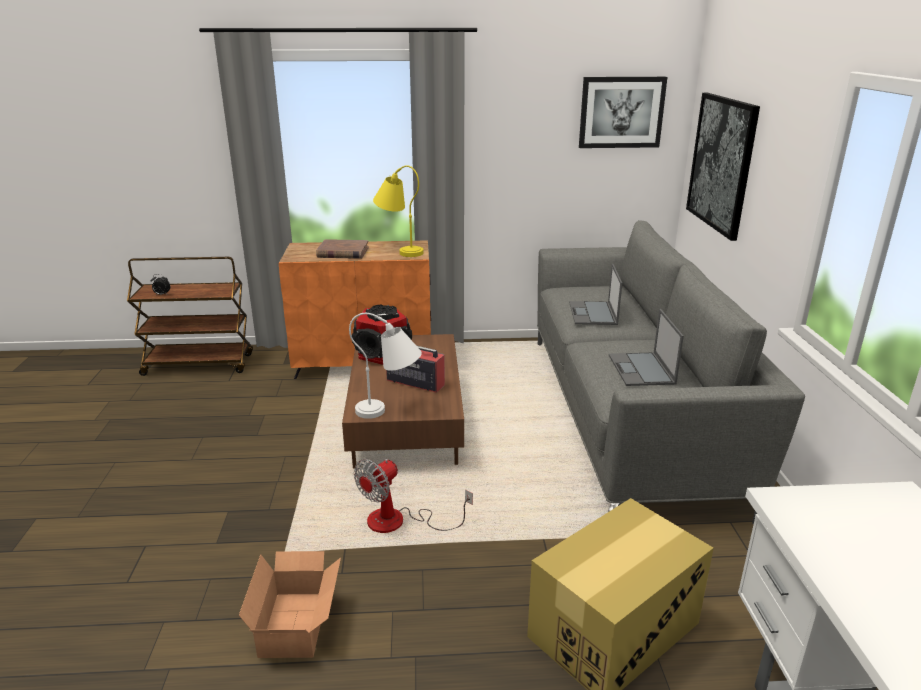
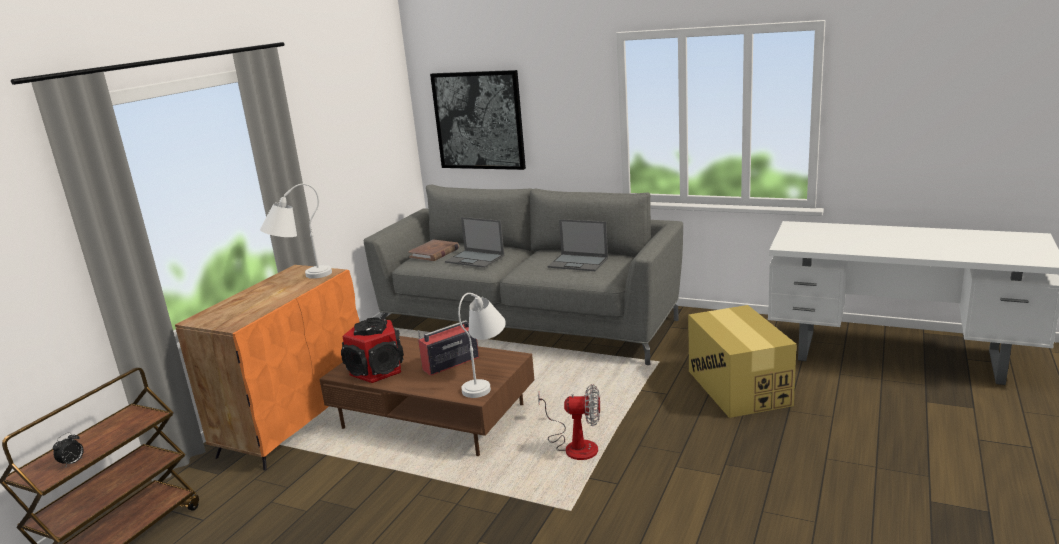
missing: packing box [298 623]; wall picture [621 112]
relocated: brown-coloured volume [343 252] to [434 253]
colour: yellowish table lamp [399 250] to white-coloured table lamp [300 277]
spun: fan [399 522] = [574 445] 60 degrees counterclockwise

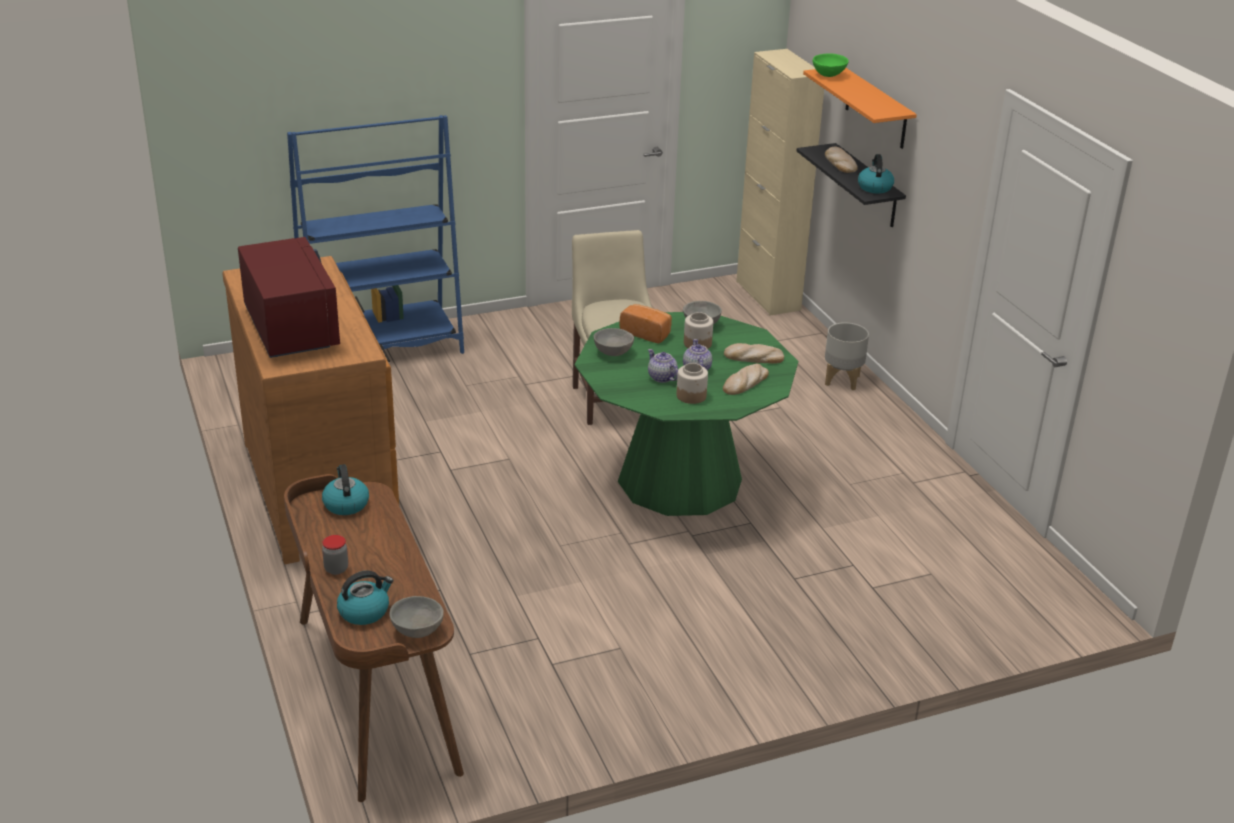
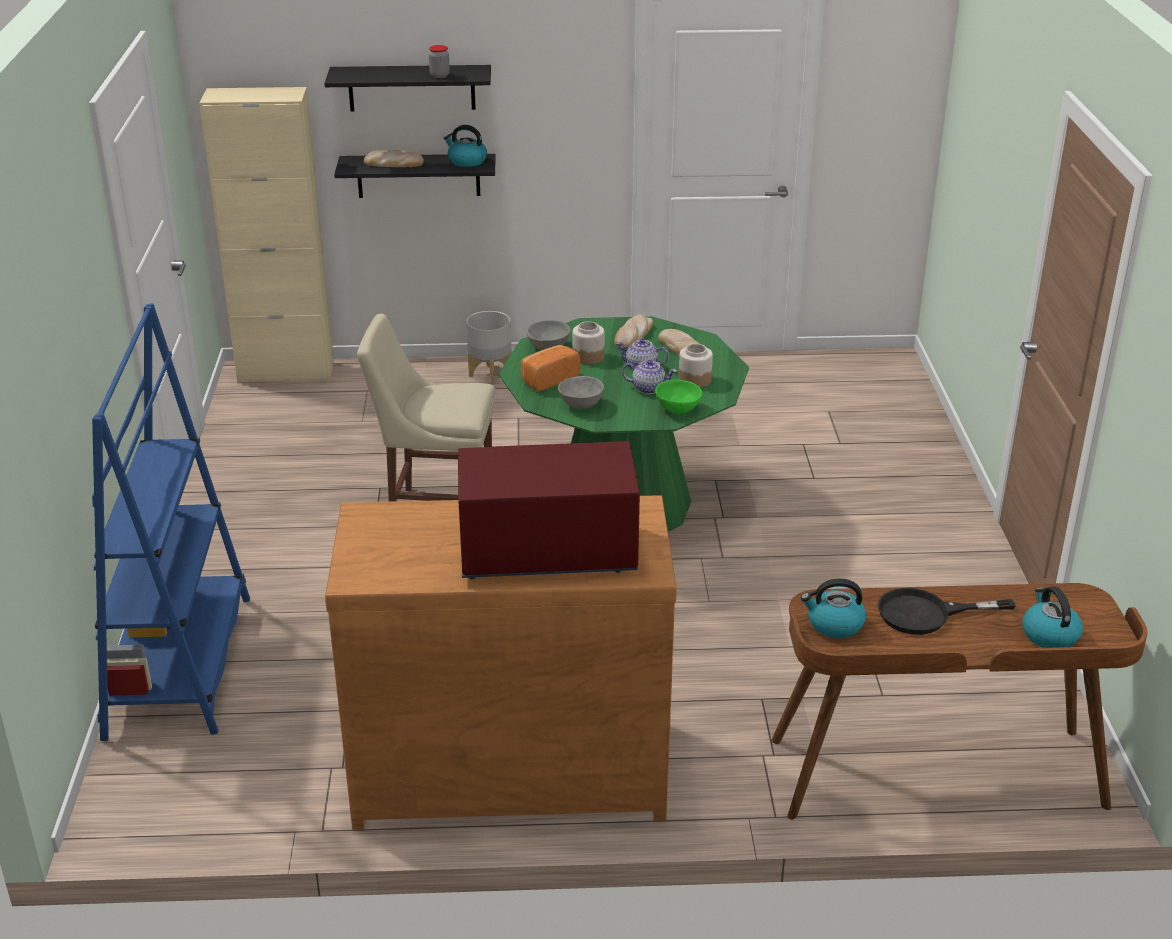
missing: greyish bowl [417 630]
appeared: black frying pan [926 614]
relocated: storage jar [336 569] to [439 76]; green bowl [829 75] to [678 409]
colour: orangey wall shelf [876 108] to black wall shelf [411 88]
spun: teapot [661 377] = [649 388] 150 degrees counterclockwise

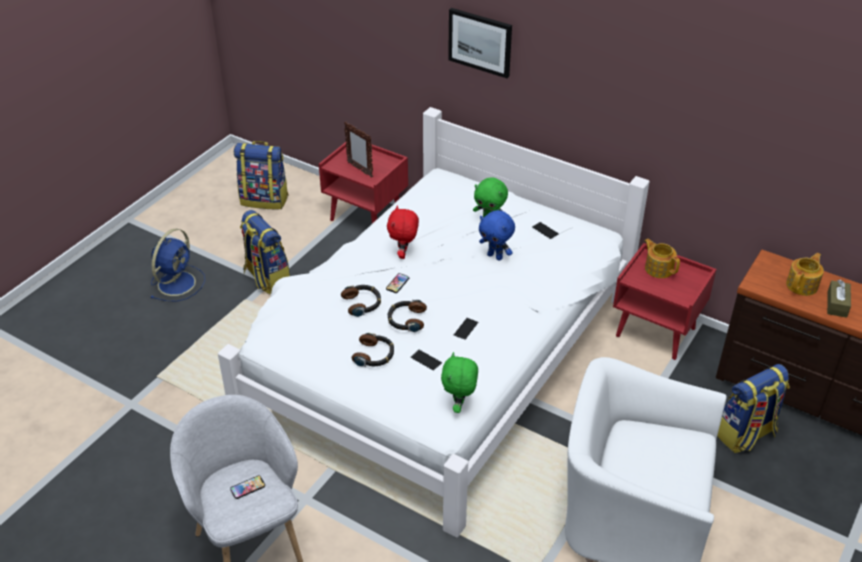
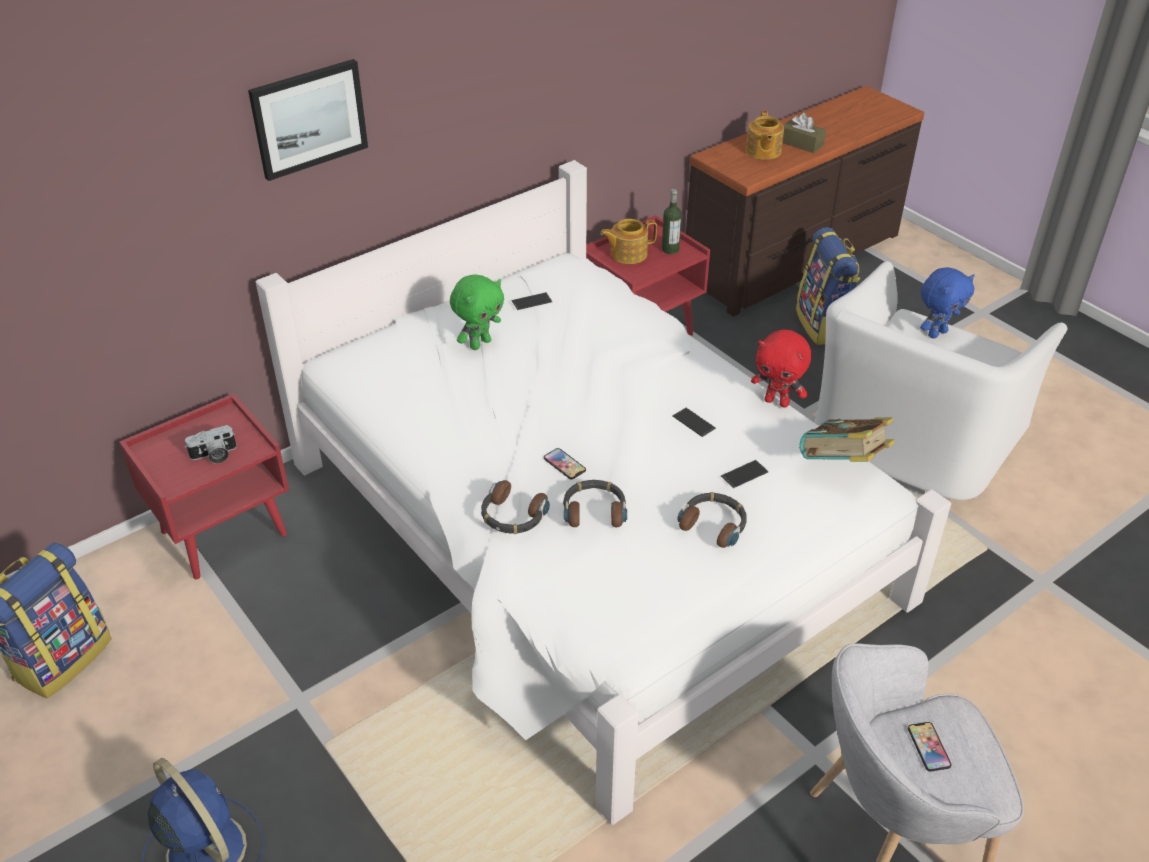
missing: backpack [266 278]
appeared: bottle [670 249]
relocated: red cuddly toy [404 254] to [777 402]; pair of headphones [406 319] to [512 516]; bluish cuddly toy [495 256] to [936 333]
exchanged: standing frame [360 169] to still camera [214 455]; green cuddly toy [459 406] to volume [842 466]
spun: teapot [802 285] = [763 151] 150 degrees counterclockwise

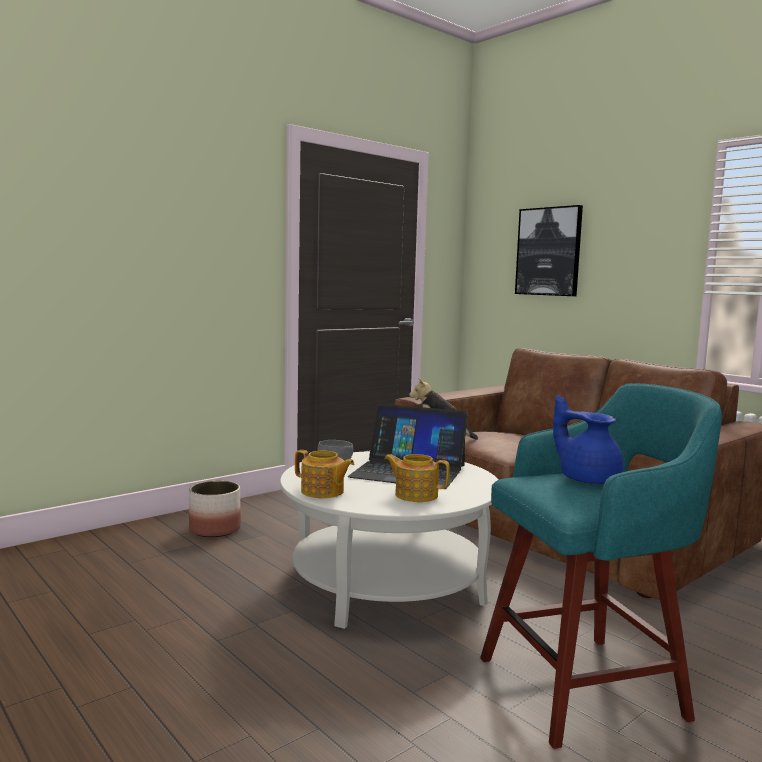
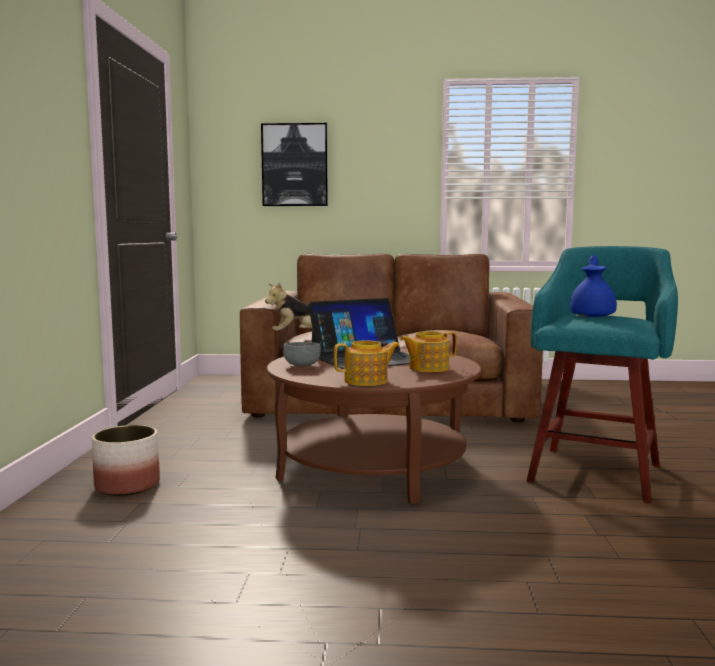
colour: white-coloured coffee table [387 582] to brown-coloured coffee table [373 466]
spun: bluish teapot [587 479] = [593 316] 105 degrees clockwise

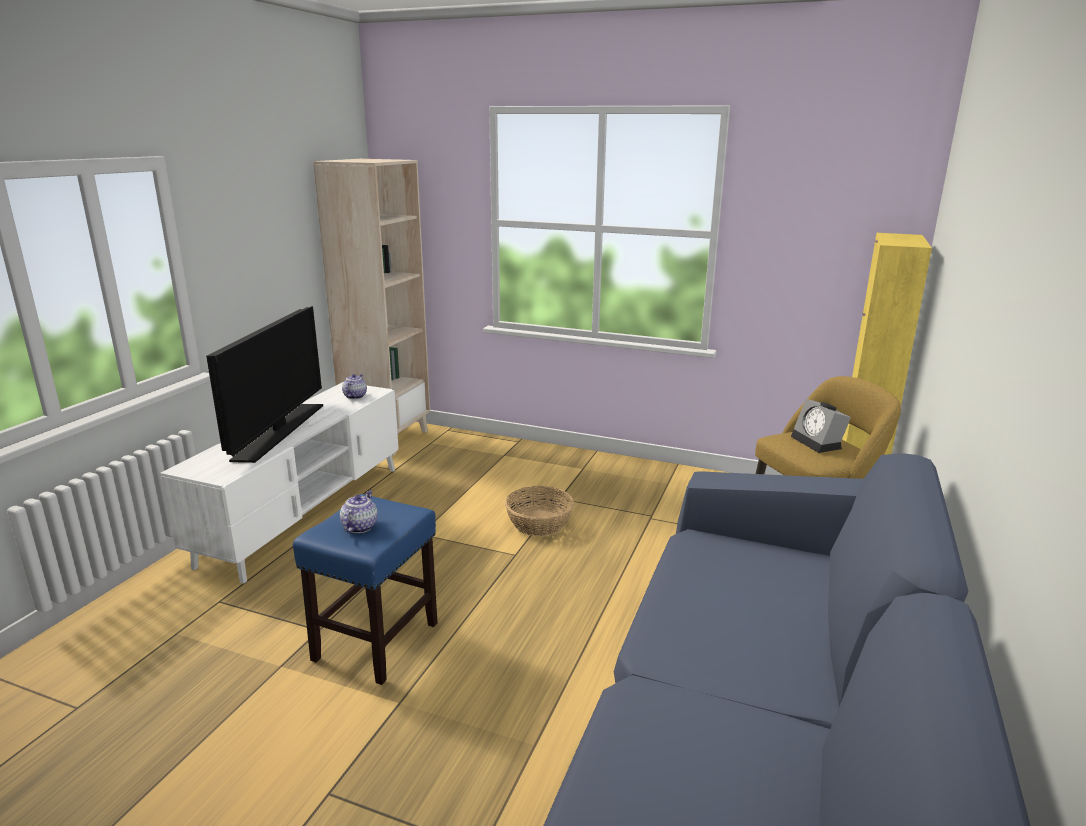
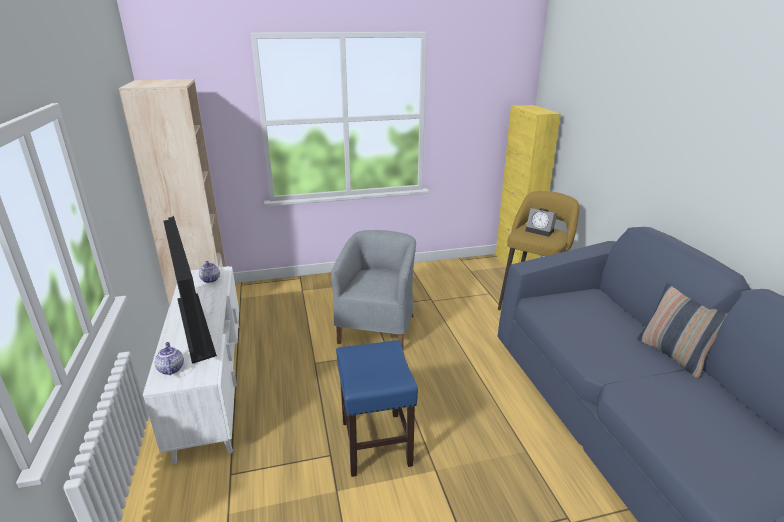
appeared: cushion [673 355]
relocated: teapot [359 526] to [171 369]
exchanged: storage basket [539 523] to greyish armchair [378 327]

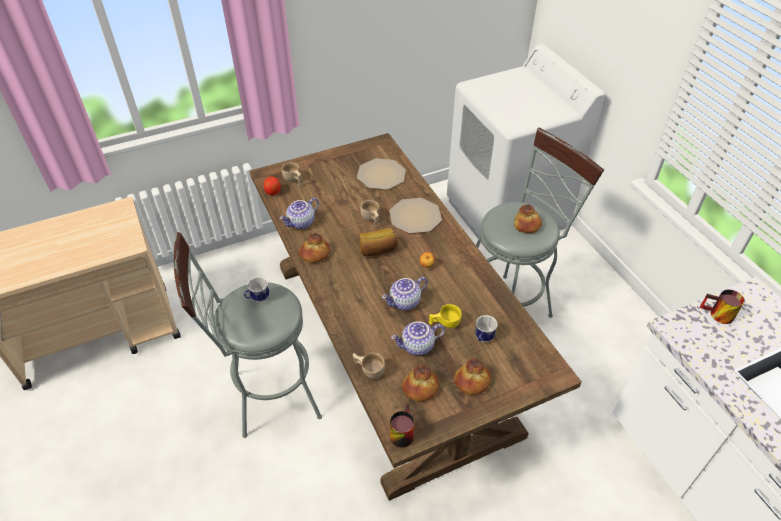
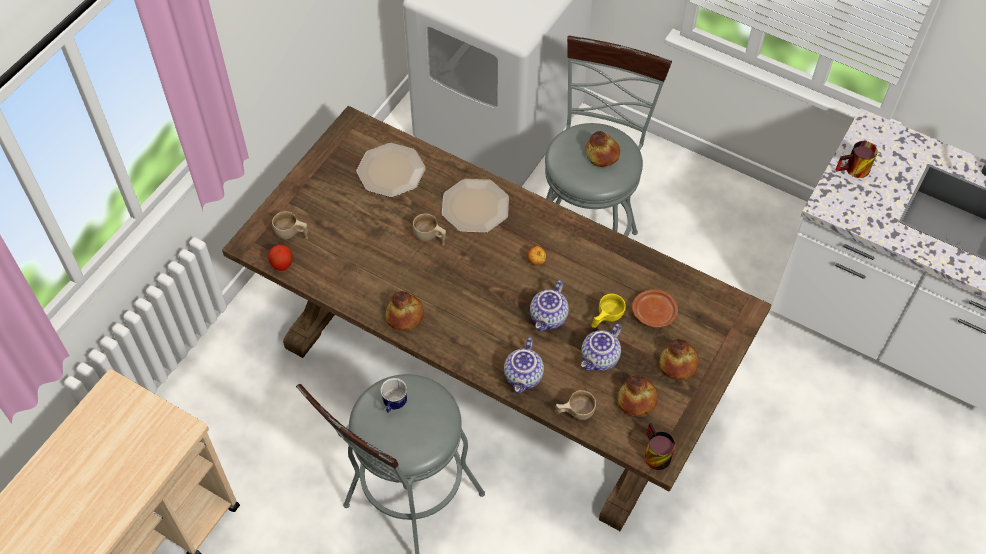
missing: bakery bread [378 250]
relocated: teapot [301 223] to [524 377]
exchanged: tea mug [483 339] to brown-coloured flat dish [654 313]

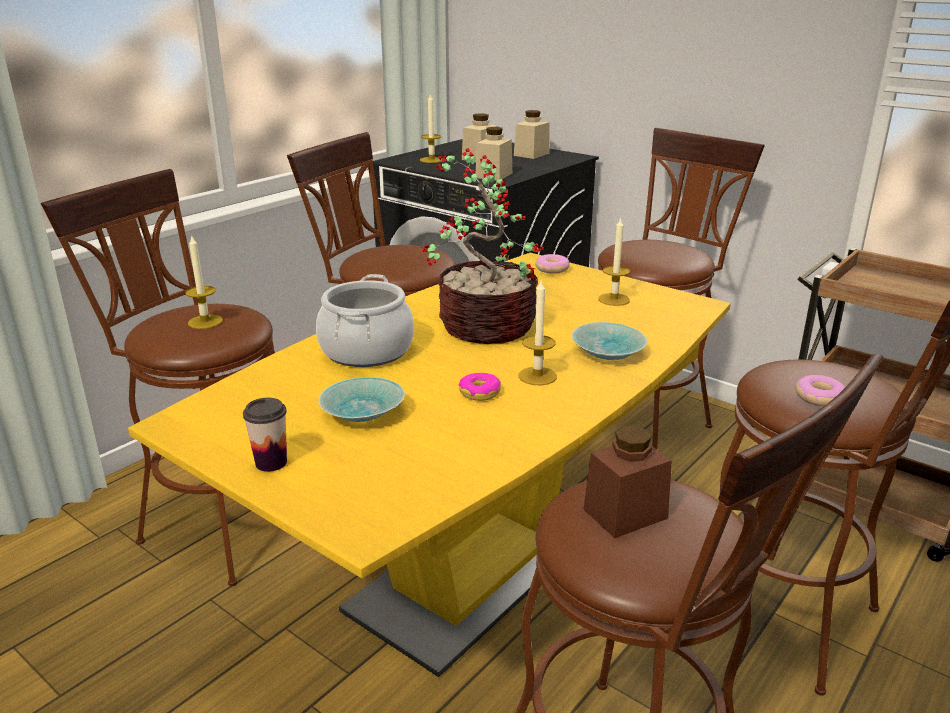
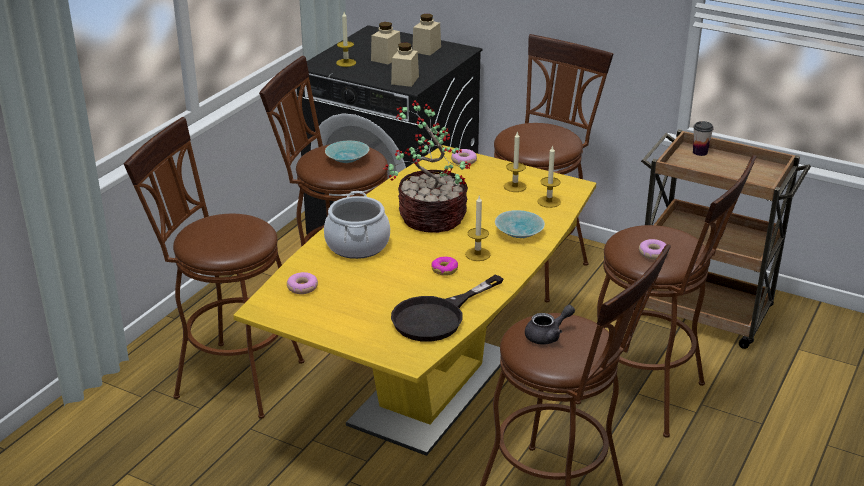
appeared: ring doughnut [302 287]; black frying pan [437 316]
relocated: candle [205 322] to [549 201]; cup [271 462] to [700 152]; turquoise bowl [360 414] to [346 159]
exchanged: brown-coloured storage jar [625 513] to greyish teapot [548 335]

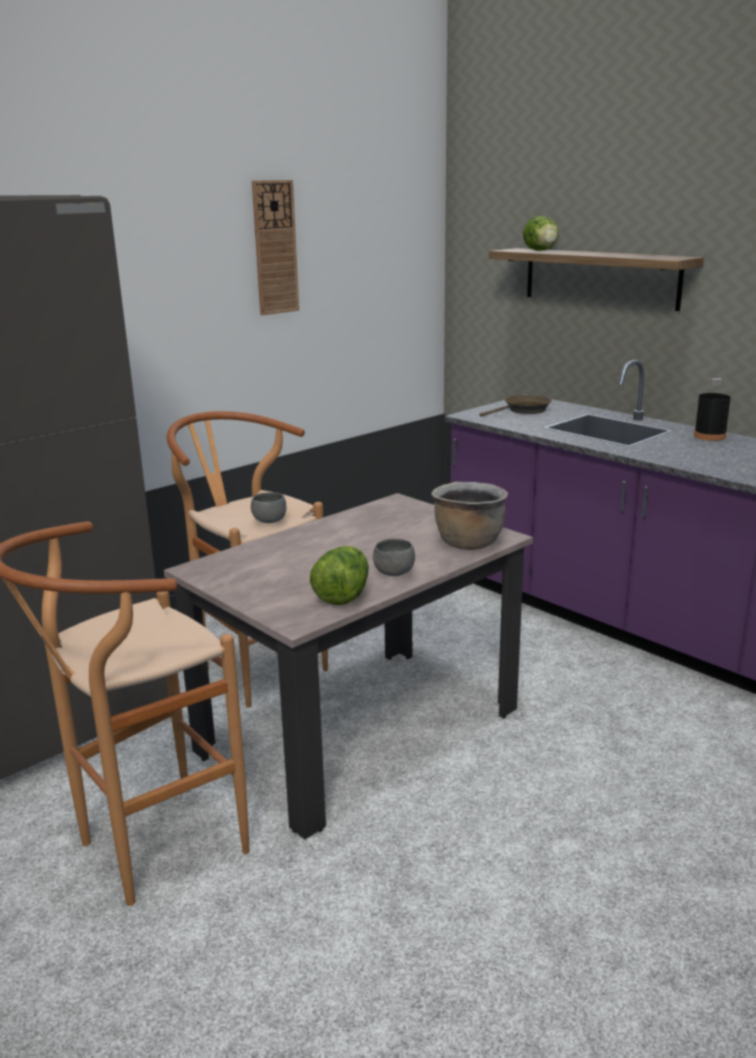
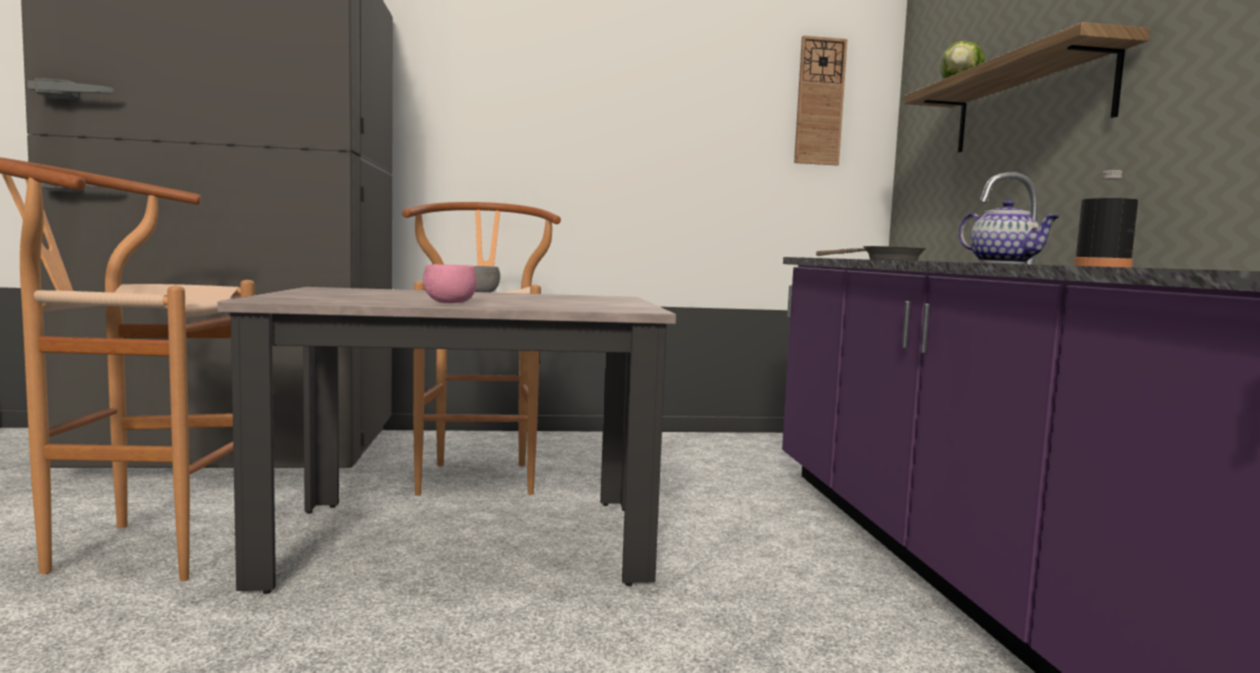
missing: lettuce [343 595]; brown-coloured saucepot [468 543]
appeared: teapot [1004 263]
relocated: clock on the wall [275 248] to [819 101]
colour: greyish bowl [394 573] to pinkish bowl [449 303]

